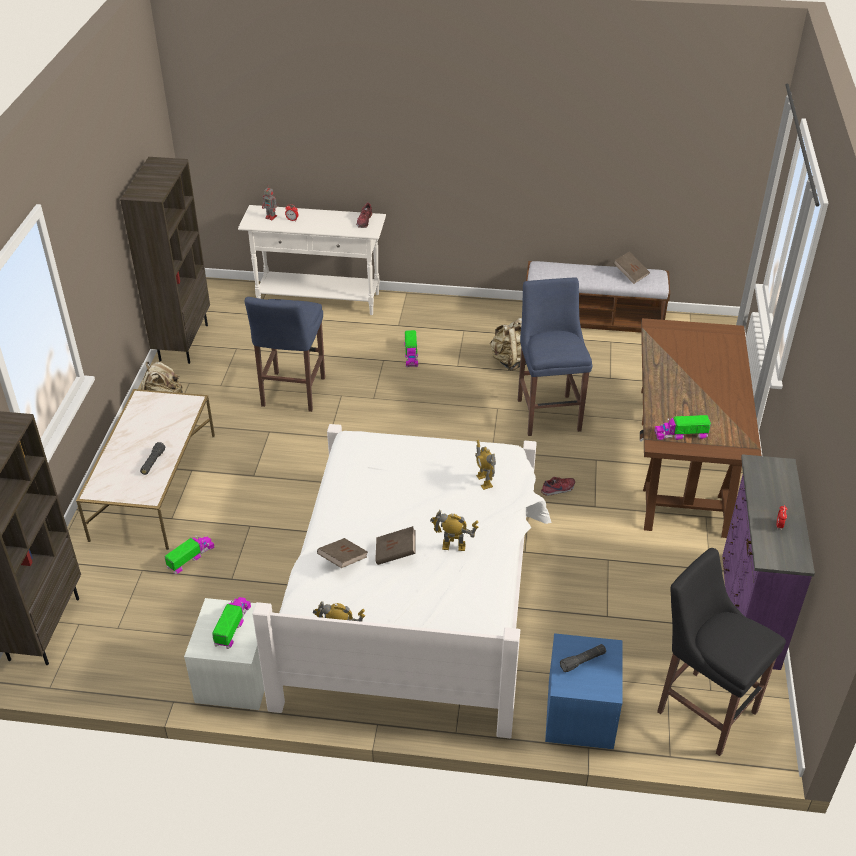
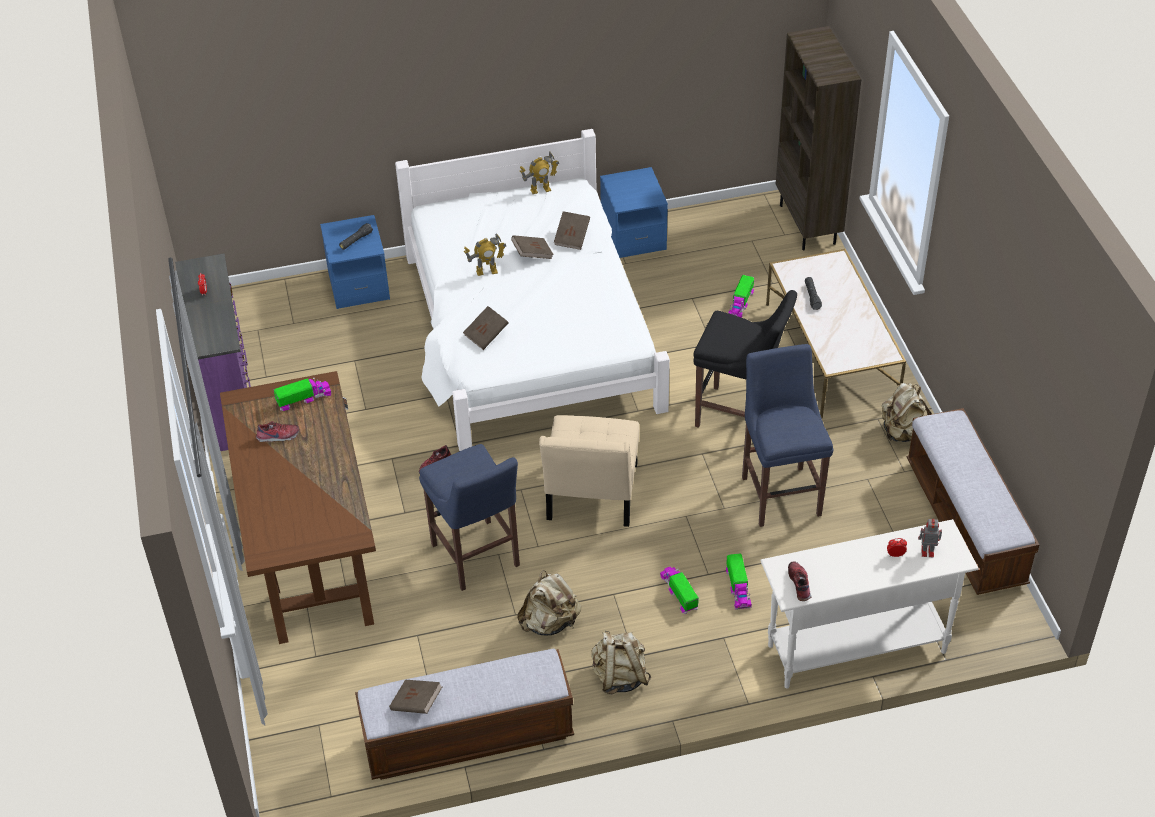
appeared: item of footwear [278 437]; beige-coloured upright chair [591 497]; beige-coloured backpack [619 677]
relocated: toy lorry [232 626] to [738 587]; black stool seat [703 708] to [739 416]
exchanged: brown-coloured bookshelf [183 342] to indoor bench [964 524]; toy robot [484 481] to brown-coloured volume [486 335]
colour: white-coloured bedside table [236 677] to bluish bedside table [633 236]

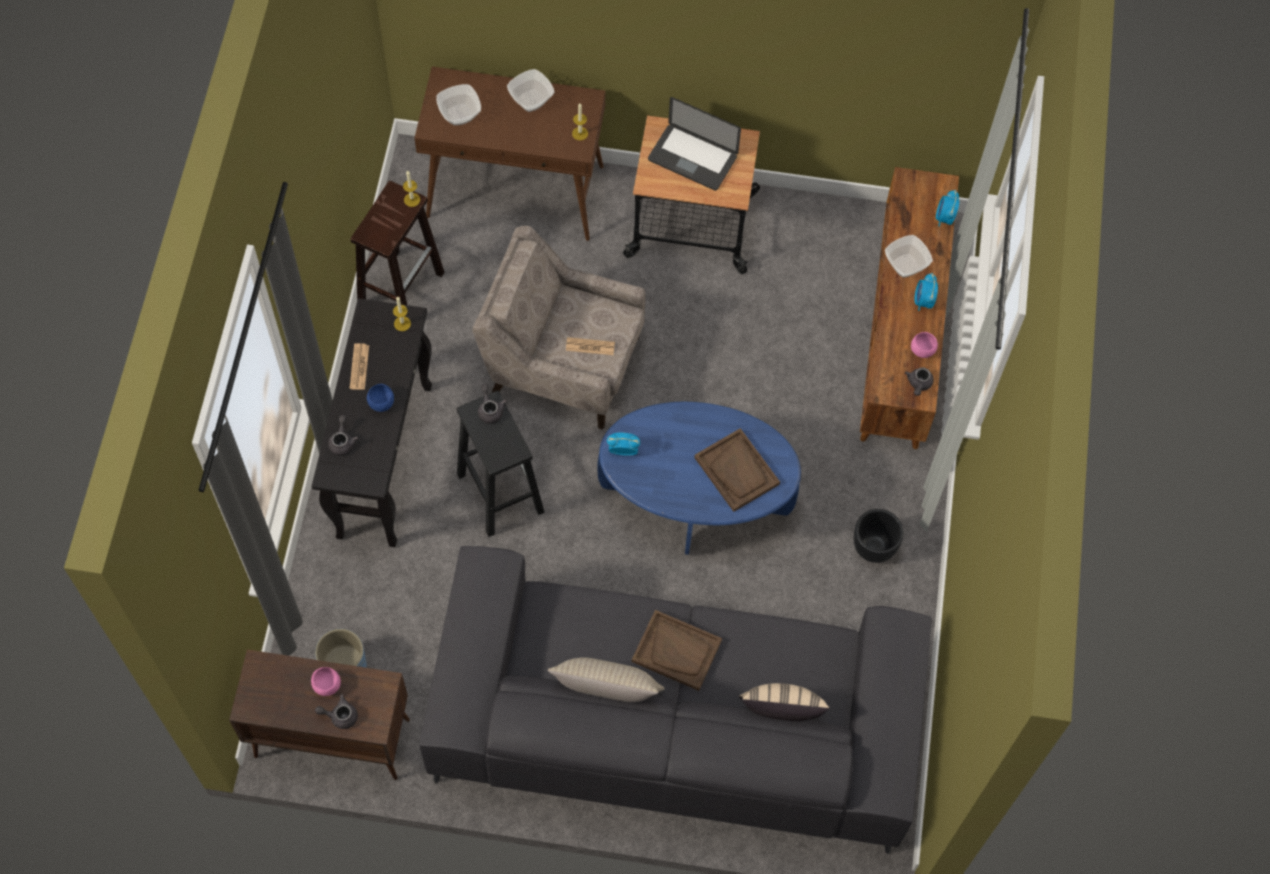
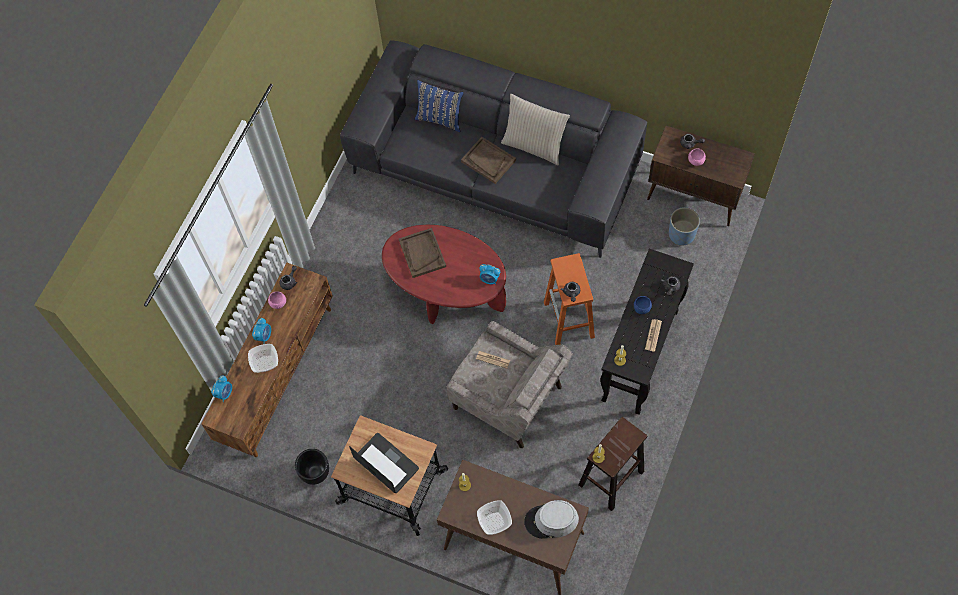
relocated: black planter [874 548] to [315 473]
exchanged: bowl [459 114] to greyish clothing hat [551 520]
colour: black stool seat [499 492] to orangey stool seat [569 320]; bluish coffee table [695 500] to red coffee table [447 291]; beige-coloured cushion [779 716] to bluish cushion [440 118]

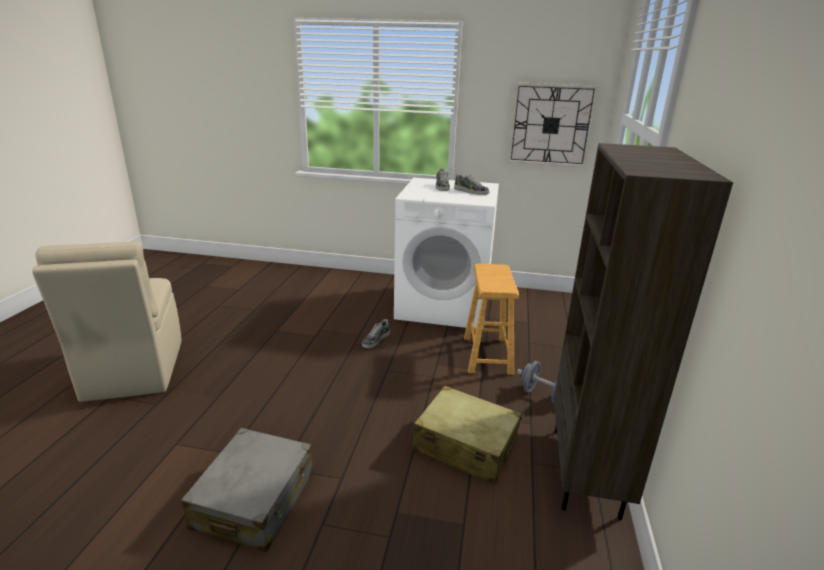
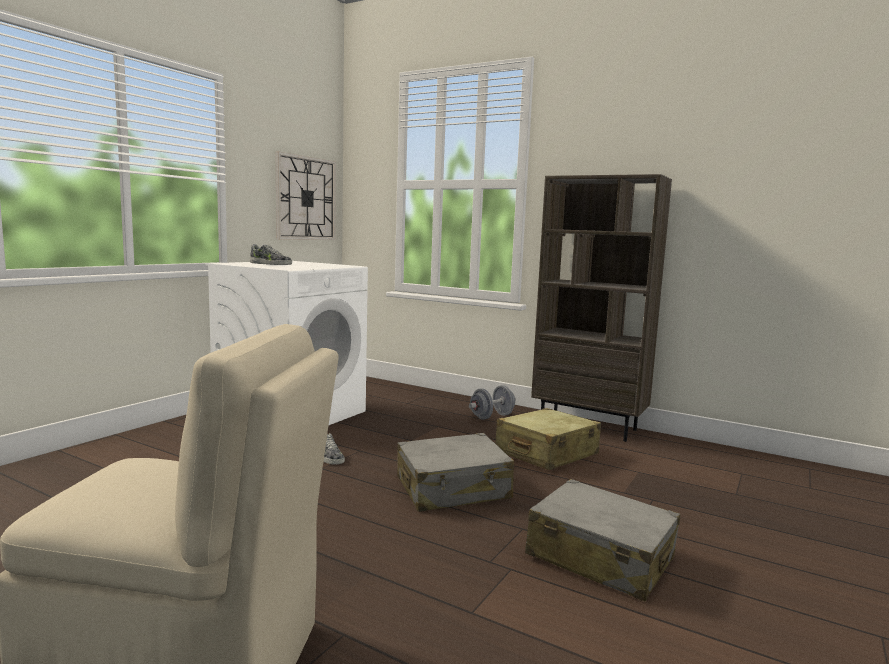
missing: item of footwear [471 191]; brown-coloured stool seat [487 355]
appeared: greyish suitcase [453 489]

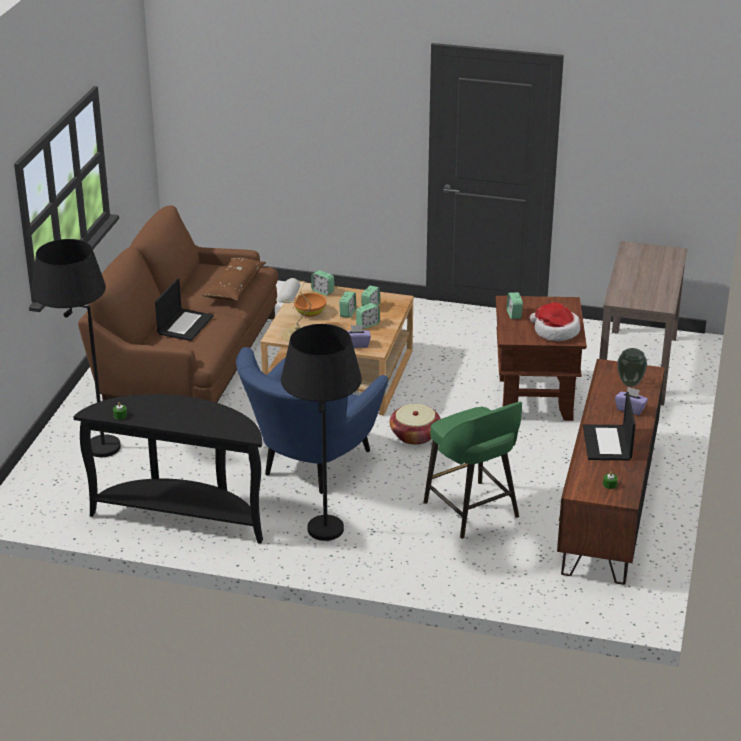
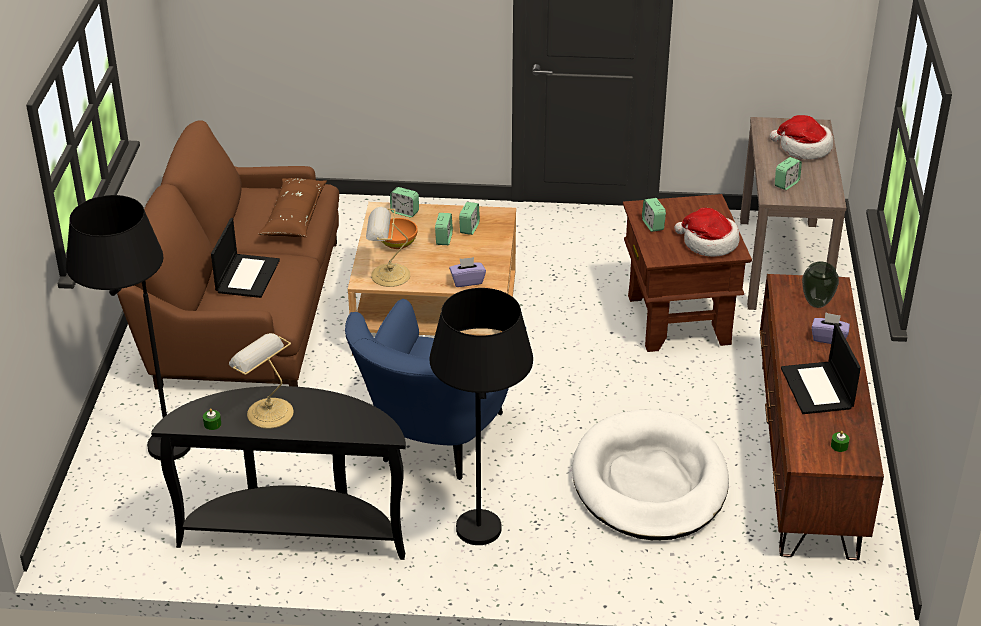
missing: storage basket [415 435]
appeared: table lamp [268 412]; clothing hat [803 148]
relocated: table clock [367 324] to [786 184]
exchanged: green stool seat [472 511] to white-coloured pet bed [649 482]

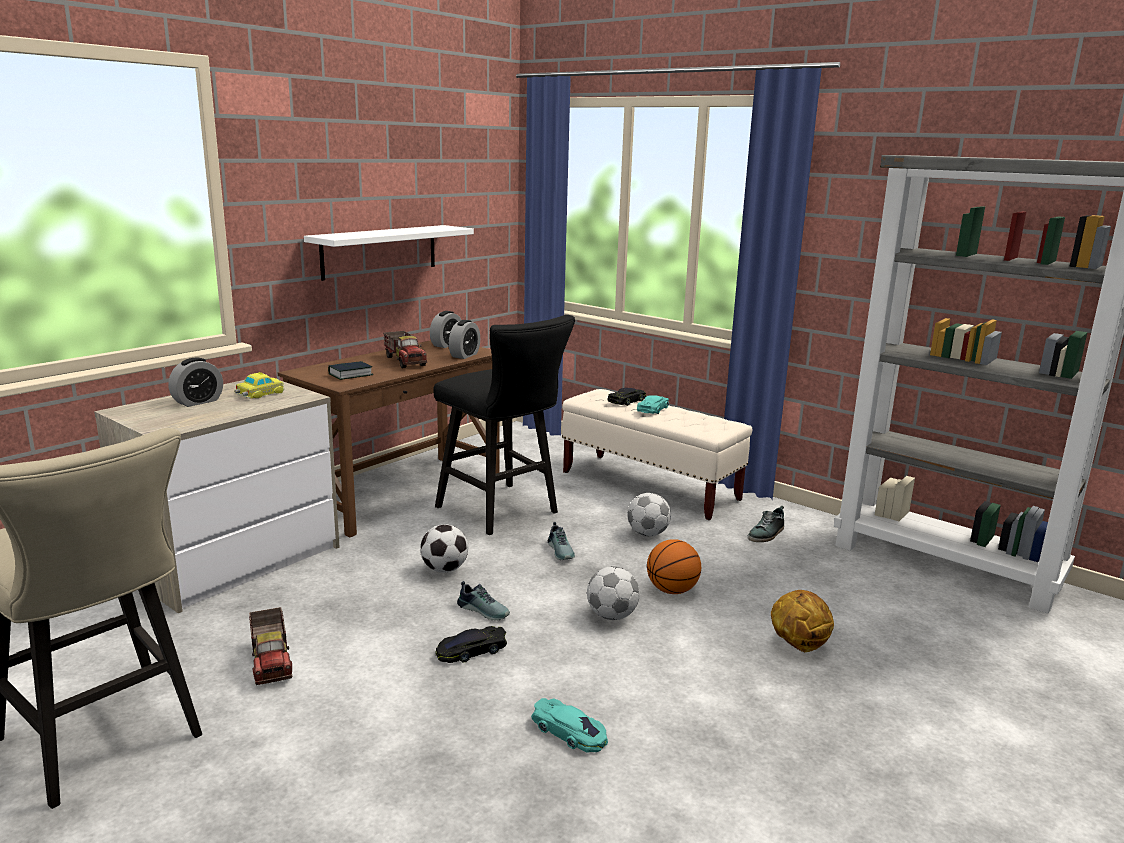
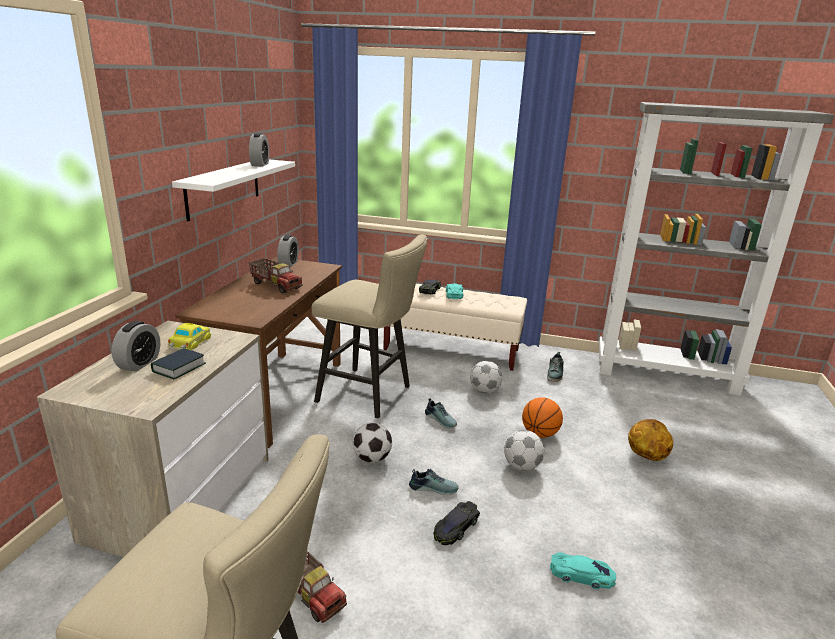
relocated: volume [350 375] to [179 368]; table clock [464 355] to [260 164]
colour: black stool seat [503 512] to beige-coloured stool seat [370 395]

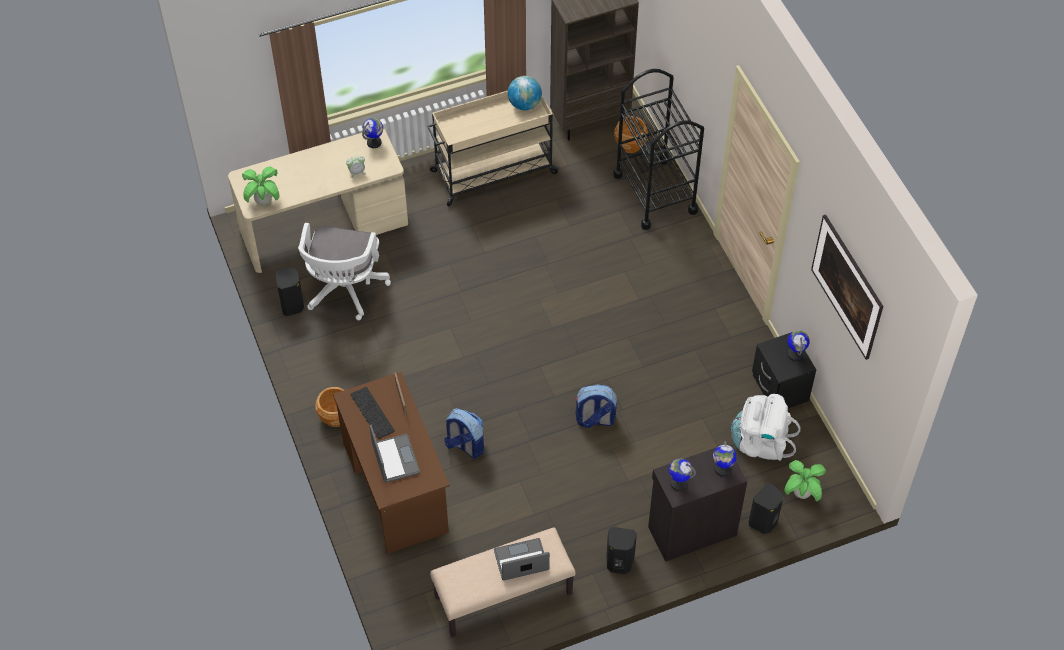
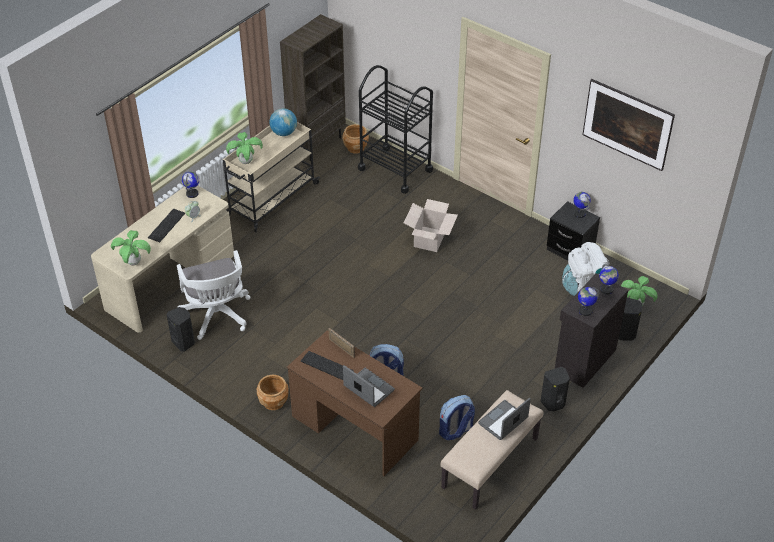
appeared: PC keyboard [166 225]; potted plant [245 162]; packing box [429 239]
relocated: backpack [594 419] to [455 431]

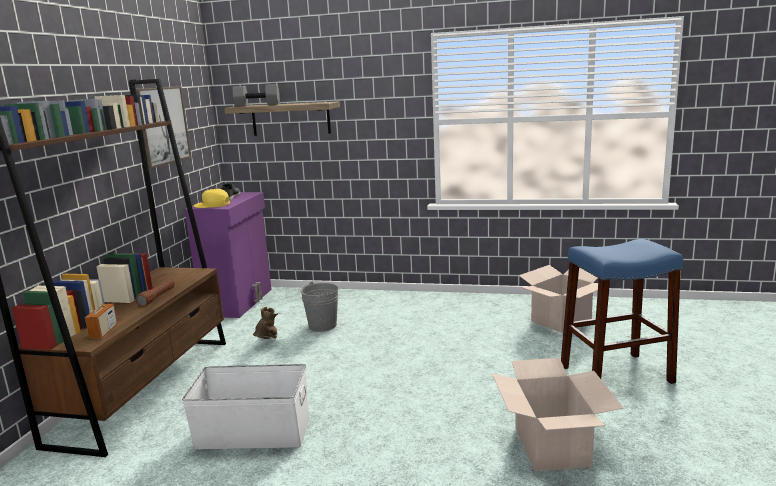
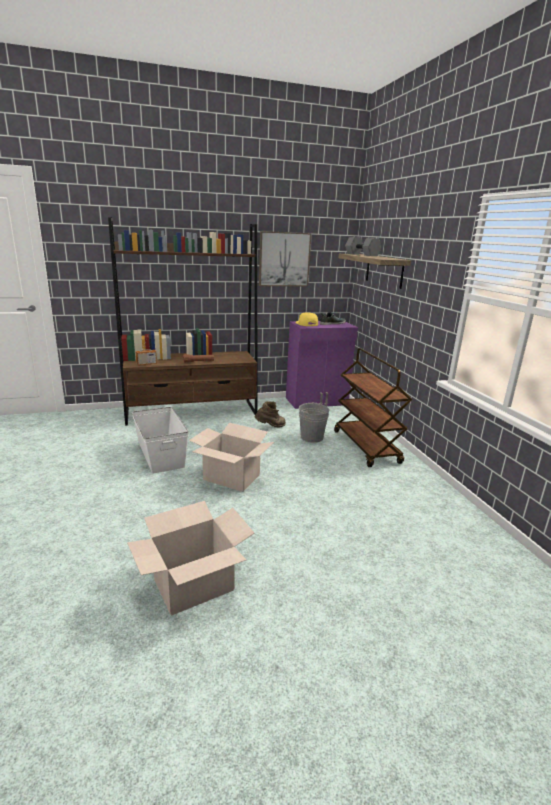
missing: bluish stool seat [615 374]
appeared: brown-coloured trolley [366 447]
relocated: packing box [561 320] to [232 477]

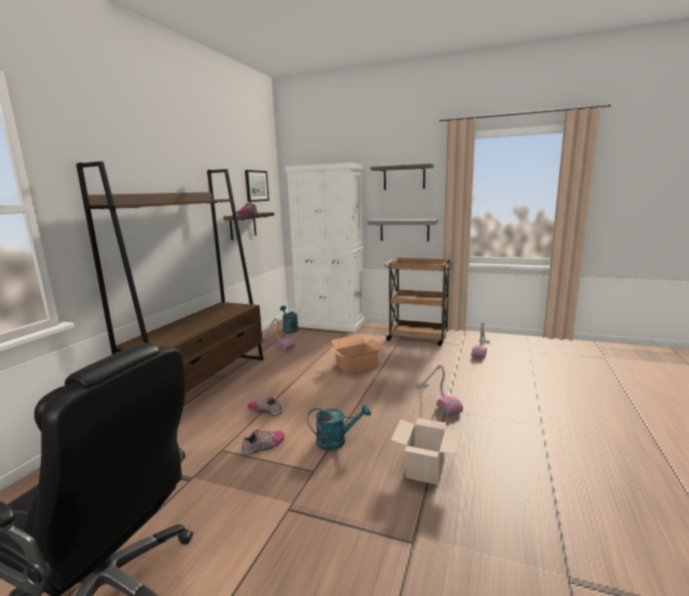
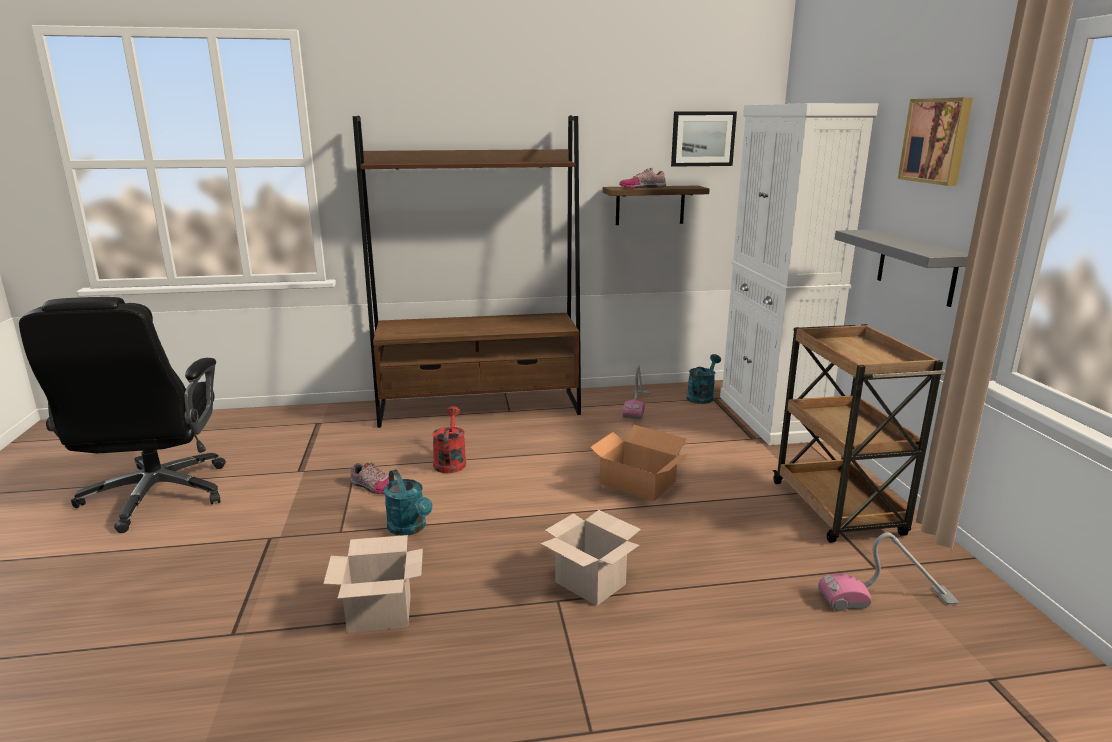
exchanged: item of footwear [265 410] to red watering can [450 461]; wall shelf [404 177] to wall picture [937 141]; hoover [436 398] to packing box [592 583]

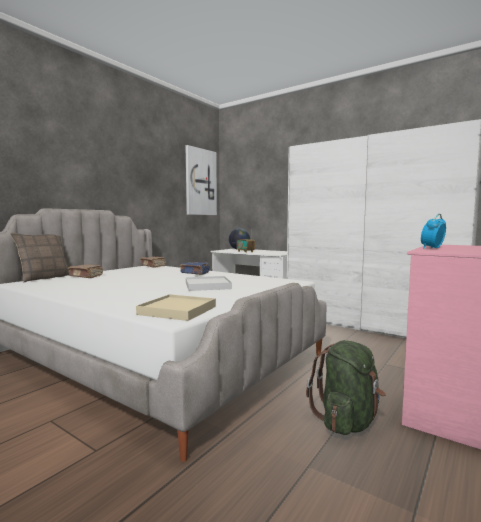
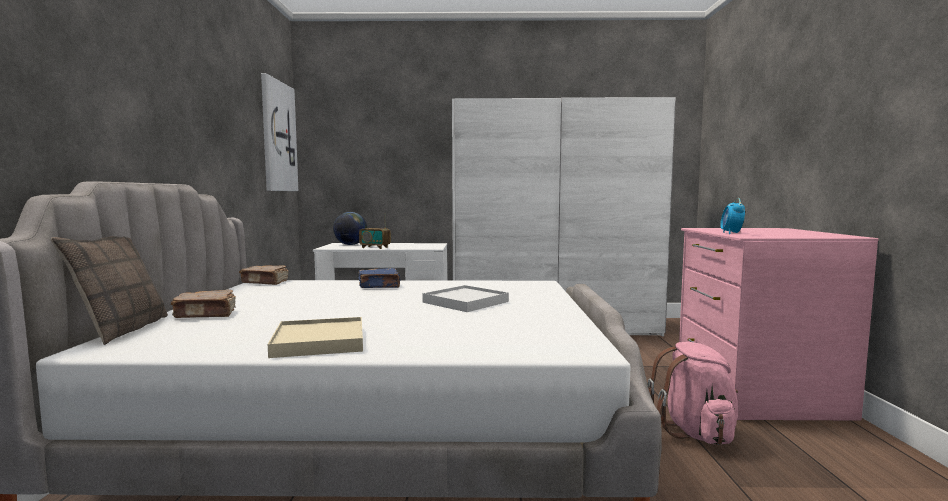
relocated: beige-coloured tray [177 310] to [319 342]
colour: green backpack [347 421] to pinkish backpack [695 432]

